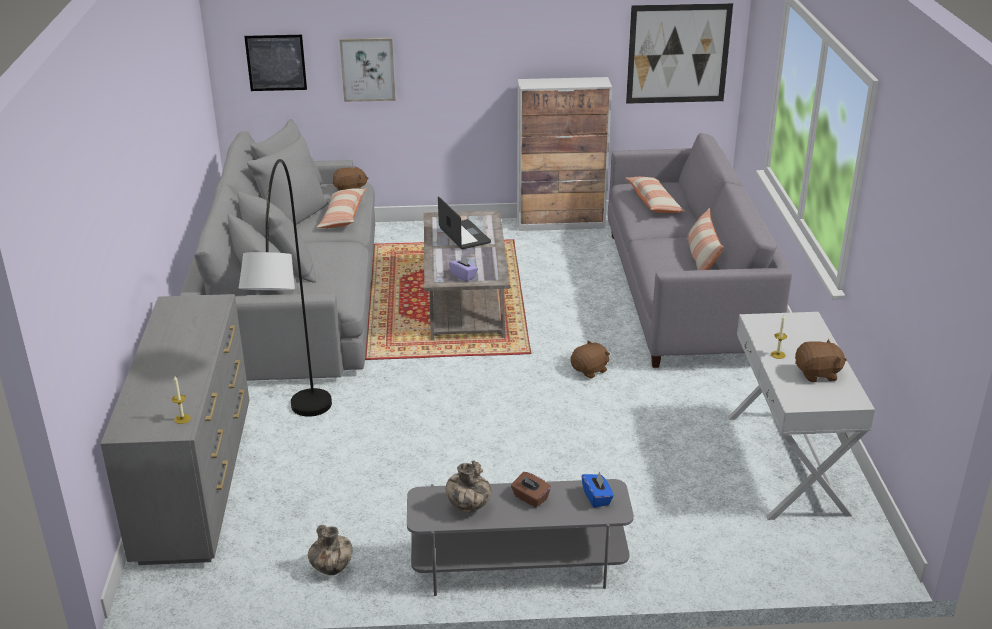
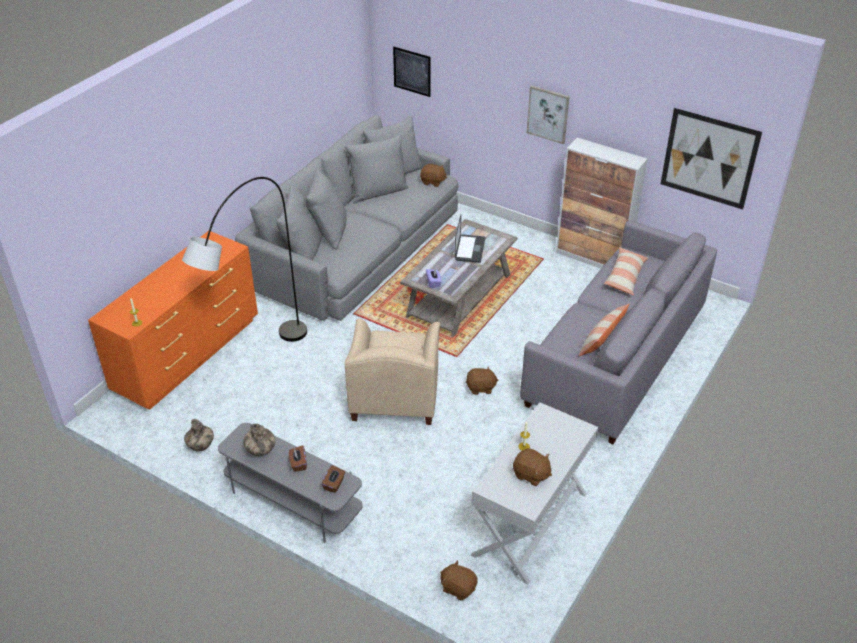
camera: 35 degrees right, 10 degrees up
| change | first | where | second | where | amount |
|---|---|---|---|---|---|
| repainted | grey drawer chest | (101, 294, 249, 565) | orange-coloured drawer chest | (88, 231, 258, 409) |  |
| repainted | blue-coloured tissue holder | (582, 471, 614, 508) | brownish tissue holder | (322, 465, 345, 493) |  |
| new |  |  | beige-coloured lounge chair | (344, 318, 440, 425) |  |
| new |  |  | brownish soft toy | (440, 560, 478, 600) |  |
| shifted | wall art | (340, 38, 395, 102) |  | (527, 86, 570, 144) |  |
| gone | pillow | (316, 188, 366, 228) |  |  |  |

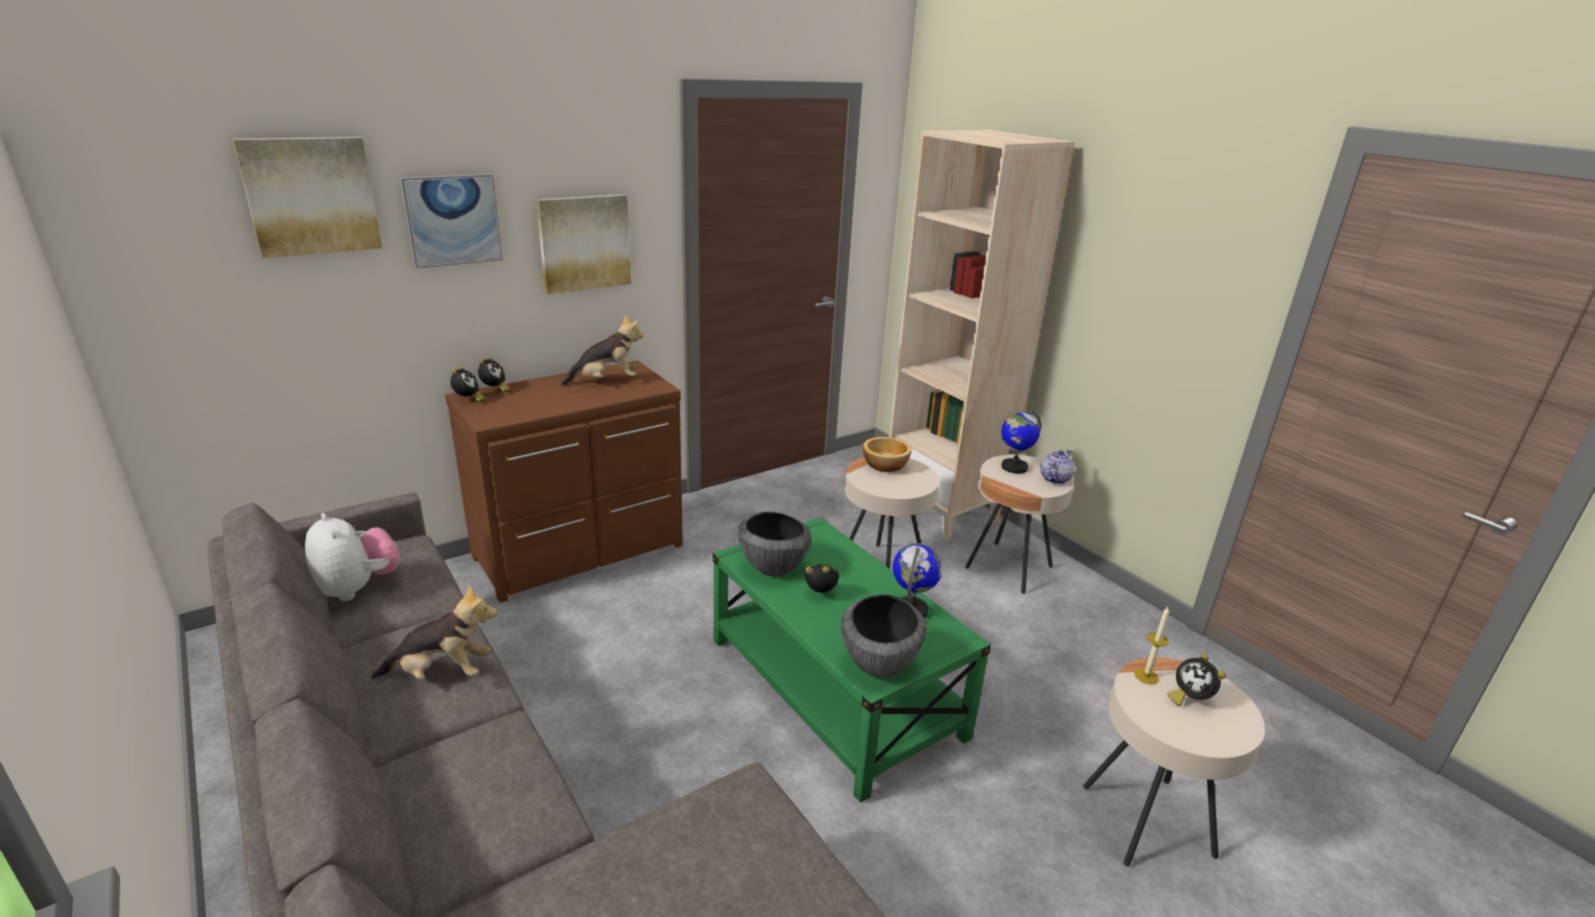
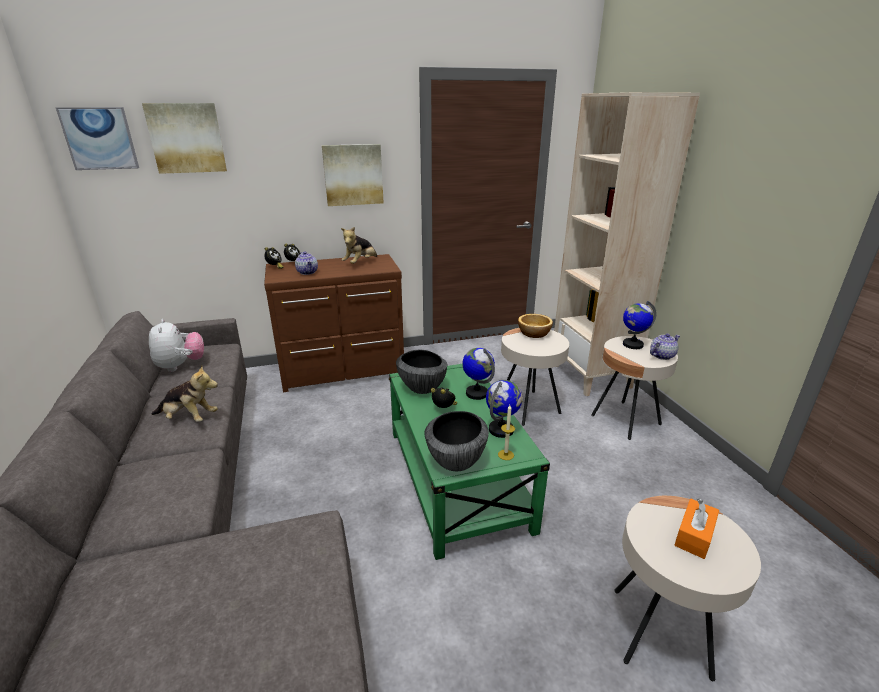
camera: 20 degrees right, 0 degrees up
| change | first | where | second | where | amount |
|---|---|---|---|---|---|
| shifted | wall art | (400, 174, 503, 268) |  | (56, 107, 139, 170) |  |
| new |  |  | teapot | (295, 252, 318, 275) |  |
| rotated | soft toy | (560, 315, 644, 386) |  | (341, 227, 377, 264) | 120 degrees clockwise |
| new |  |  | world globe | (462, 348, 495, 400) |  |
| shifted | wax light | (1134, 607, 1169, 684) |  | (498, 405, 515, 460) |  |
| swapped | bedside clock | (1167, 653, 1226, 706) | orange-coloured tissue holder | (674, 498, 719, 559) |  |

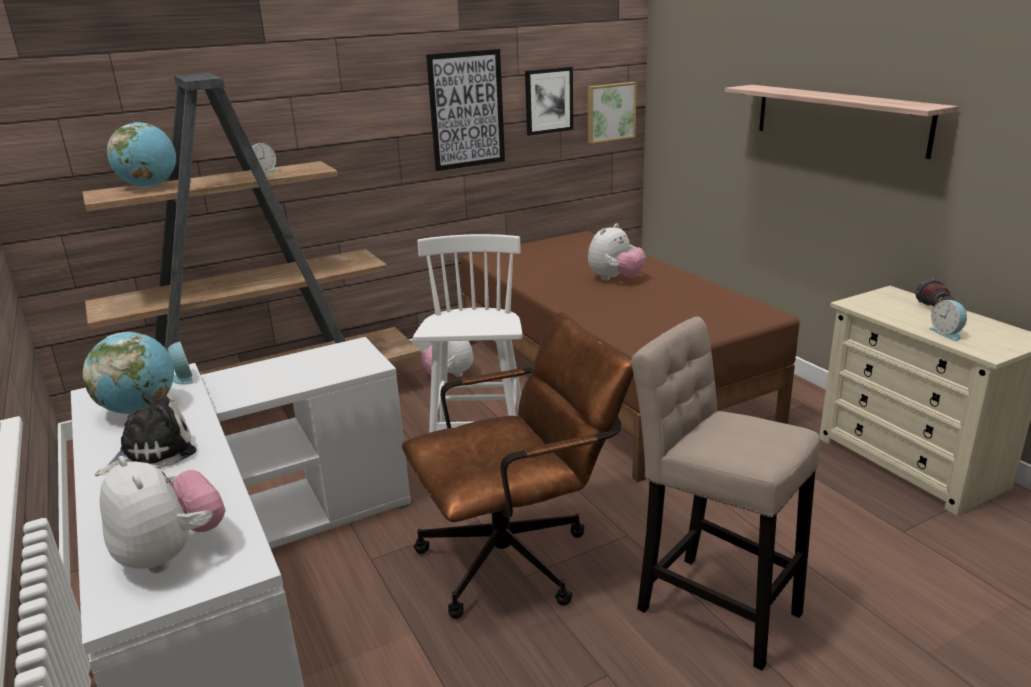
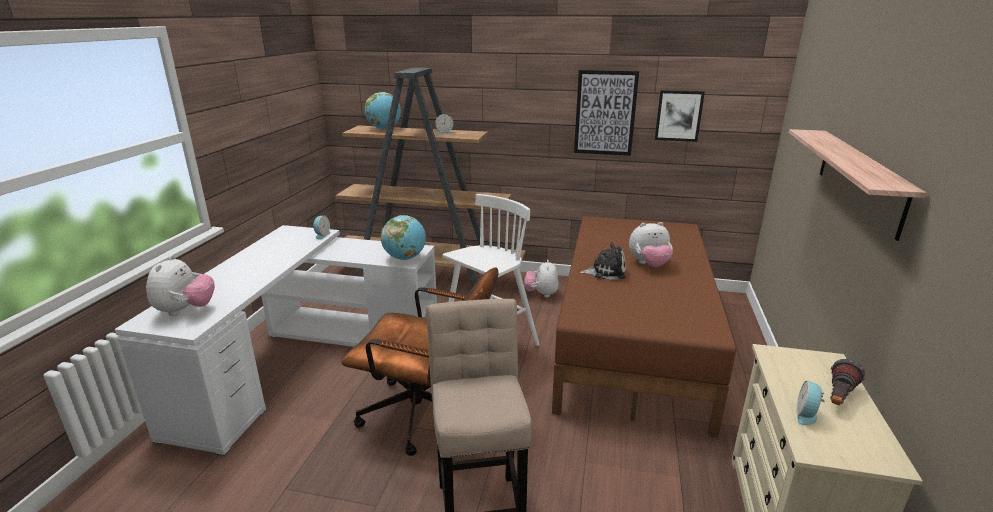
camera: 40 degrees right, 0 degrees up
| change | first | where | second | where | amount |
|---|---|---|---|---|---|
| shifted | world globe | (83, 332, 174, 414) |  | (381, 215, 426, 260) |  |
| shifted | soft toy | (95, 392, 196, 476) |  | (579, 242, 626, 280) |  |
| gone | wall art | (588, 82, 637, 143) |  |  |  |

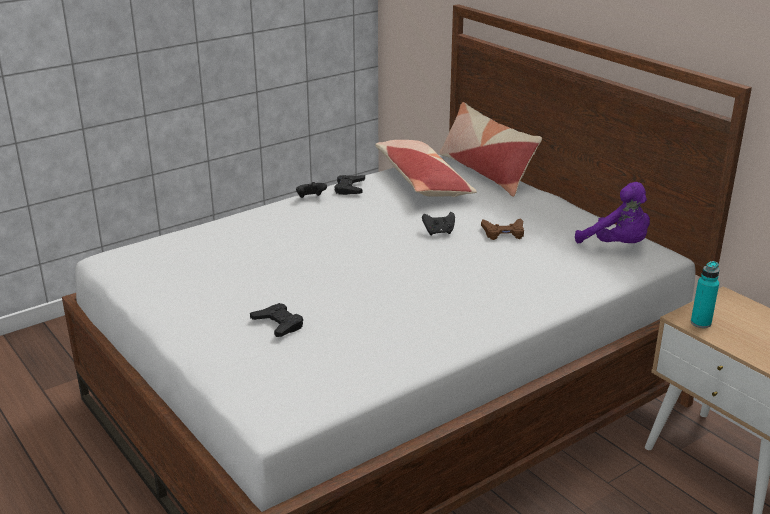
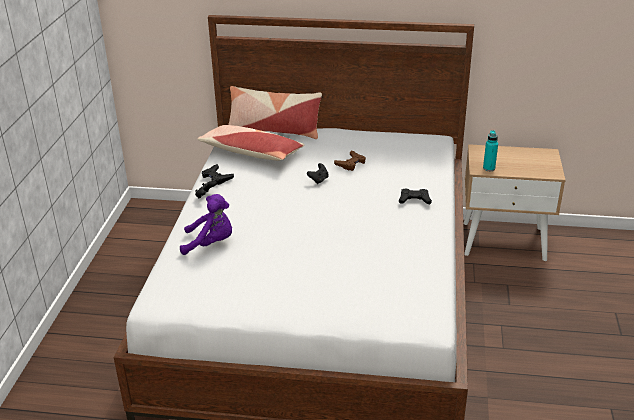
camera: 45 degrees left, 5 degrees up
| change | first | where | second | where | amount |
|---|---|---|---|---|---|
| shifted | purplish soft toy | (575, 182, 650, 243) |  | (180, 194, 232, 255) |  |
| shifted | black-coloured game controller | (250, 303, 303, 337) |  | (399, 189, 432, 204) |  |

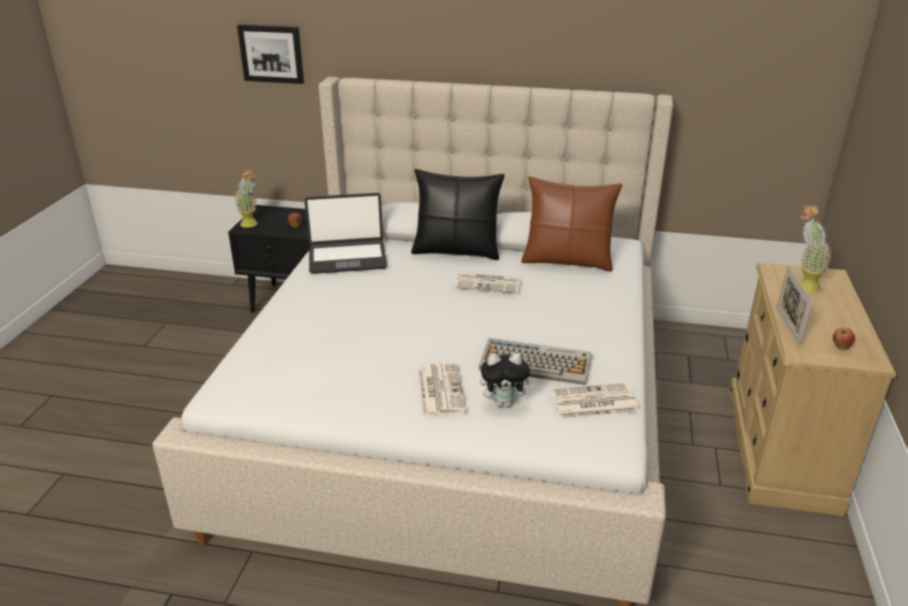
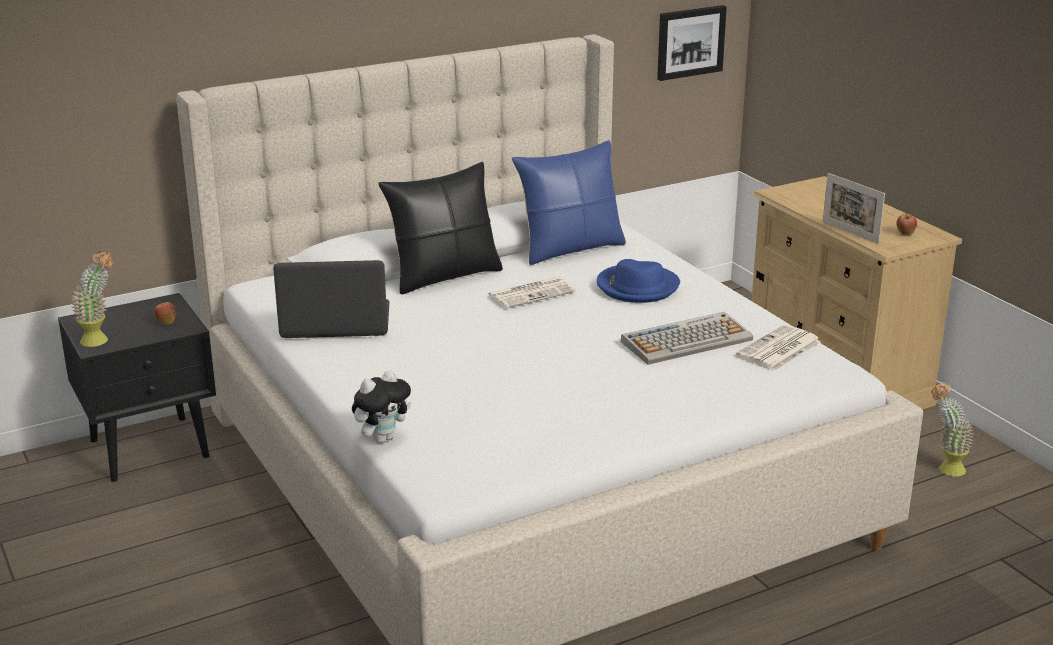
camera: 40 degrees left, 5 degrees down
| change | first | where | second | where | amount |
|---|---|---|---|---|---|
| rotated | portable computer | (304, 193, 387, 274) |  | (273, 260, 389, 338) | 135 degrees counterclockwise |
| shifted | soft toy | (480, 353, 535, 407) |  | (352, 370, 411, 443) |  |
| repainted | brownish pillow | (521, 176, 622, 272) | blue-coloured pillow | (512, 140, 626, 265) |  |
| new |  |  | blue-coloured hat | (597, 259, 680, 303) |  |
| shifted | wall art | (237, 25, 304, 84) |  | (657, 5, 727, 81) |  |
| shifted | potted plant | (800, 205, 832, 293) |  | (931, 382, 974, 476) |  |
| gone | newspaper | (418, 363, 466, 417) |  |  |  |

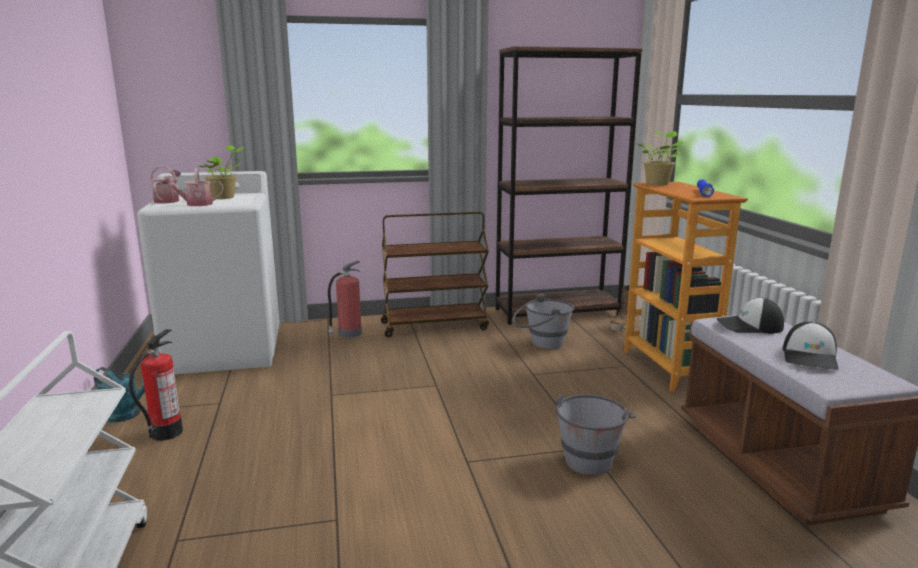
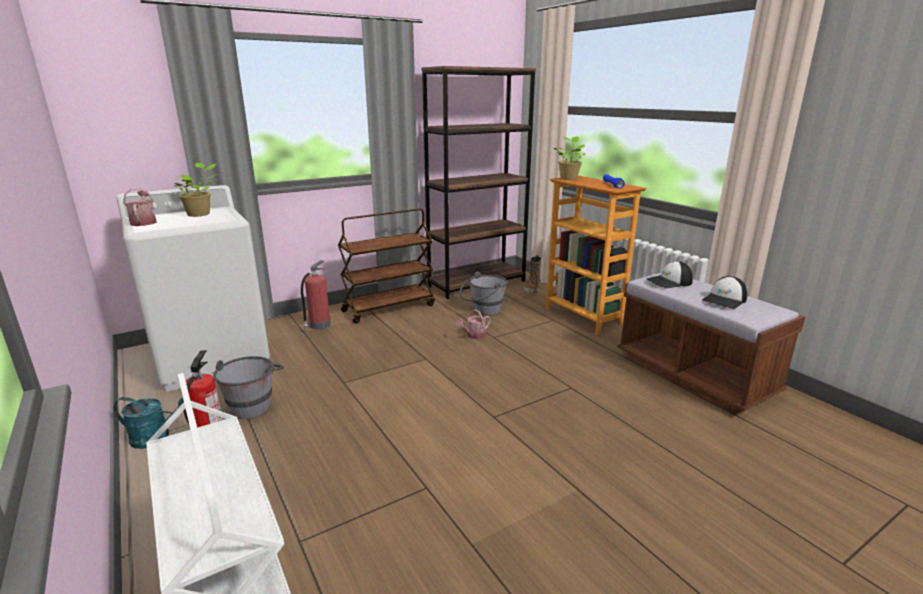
camera: 20 degrees left, 5 degrees up
| change | first | where | second | where | amount |
|---|---|---|---|---|---|
| shifted | grey pail | (556, 394, 636, 475) |  | (213, 356, 284, 419) |  |
| shifted | watering pot | (161, 168, 223, 206) |  | (456, 309, 491, 339) |  |
| rotated | baseball cap | (783, 322, 839, 370) |  | (702, 276, 747, 309) | 45 degrees clockwise |

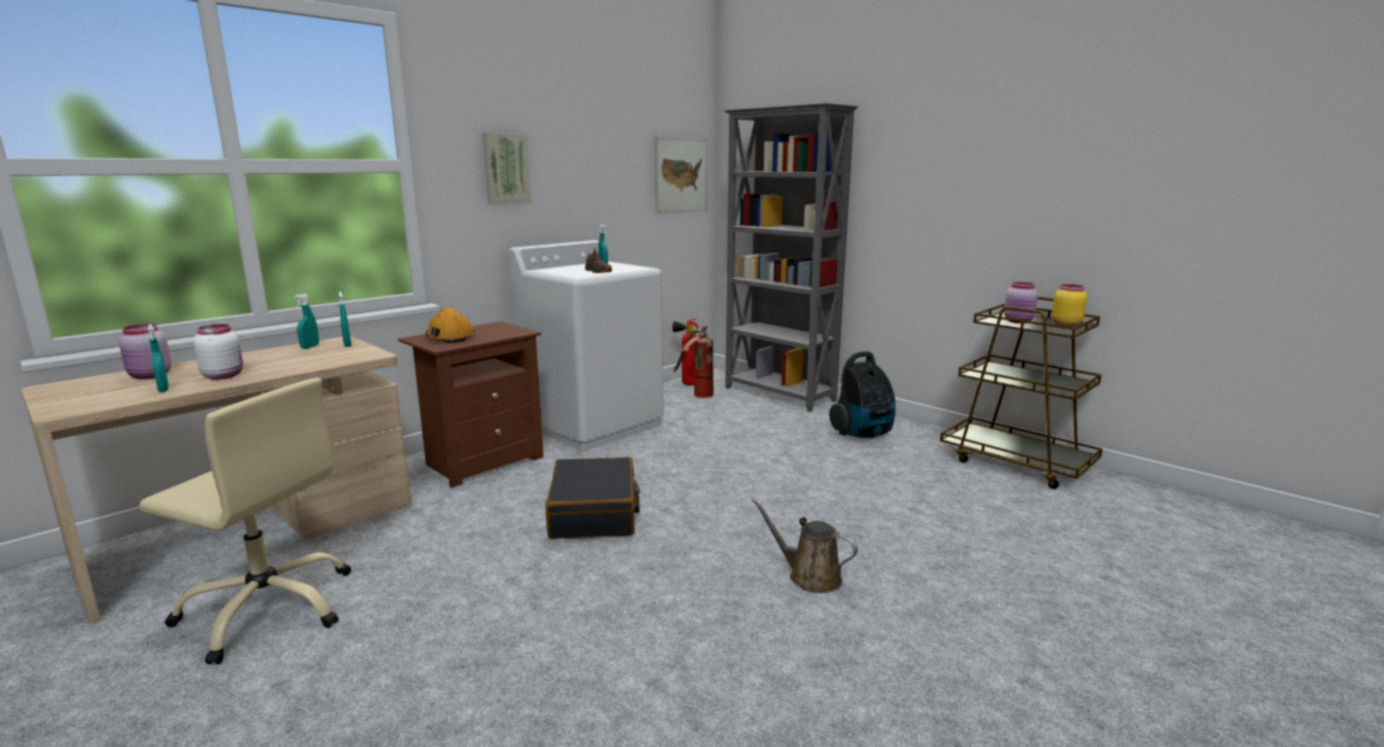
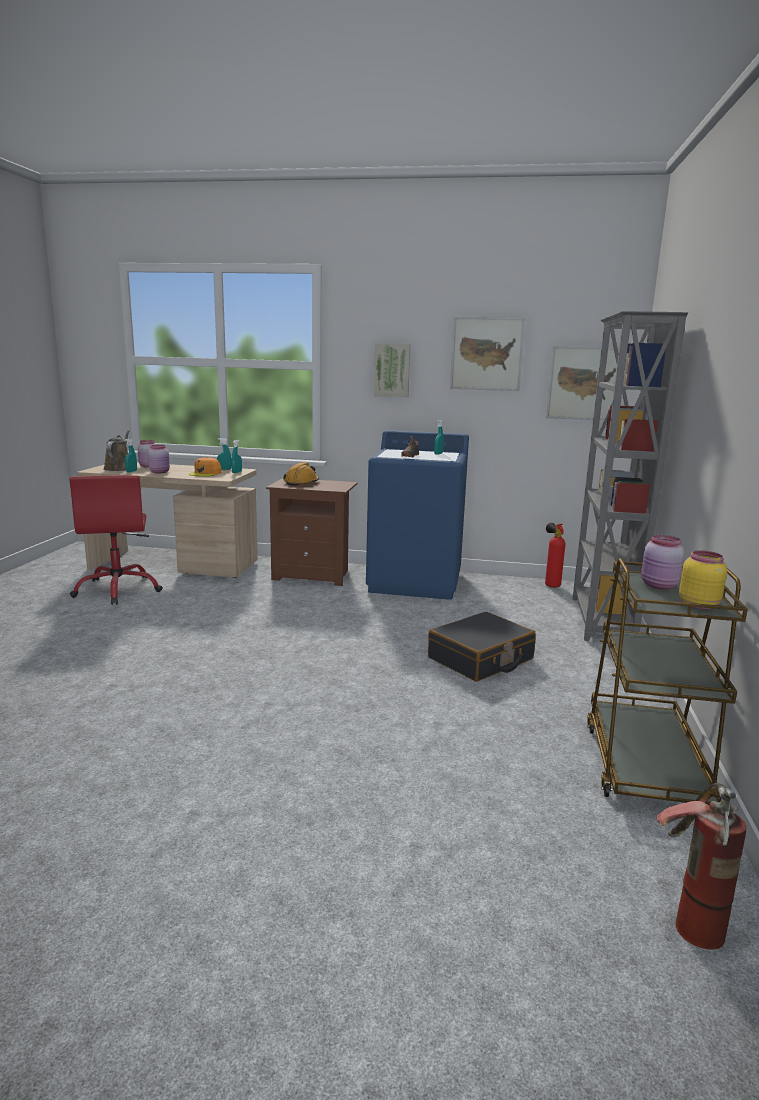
camera: 55 degrees right, 0 degrees up
| change | first | where | second | where | amount |
|---|---|---|---|---|---|
| repainted | beige-coloured office chair | (139, 378, 351, 664) | reddish office chair | (69, 475, 163, 605) |  |
| shifted | brownish watering pot | (752, 499, 858, 593) |  | (103, 430, 130, 471) |  |
| repainted | white-coloured preserve jar | (194, 324, 243, 380) | pink-coloured preserve jar | (148, 445, 170, 473) |  |
| new |  |  | orange-coloured baseball cap | (189, 457, 222, 477) |  |
| repainted | white-coloured washing machine | (509, 240, 664, 451) | blue-coloured washing machine | (366, 430, 469, 600) |  |
| shifted | black-coloured travel case | (546, 457, 640, 539) |  | (428, 612, 536, 681) |  |
| new |  |  | wall art | (450, 317, 525, 391) |  |
| shifted | fire extinguisher | (673, 326, 713, 398) |  | (657, 783, 747, 950) |  |
| gone | hoover | (829, 351, 896, 438) |  |  |  |

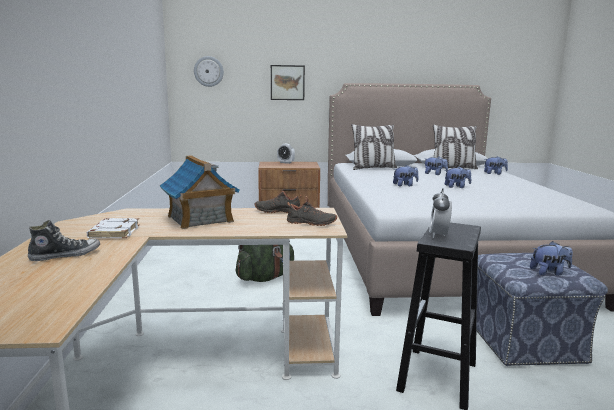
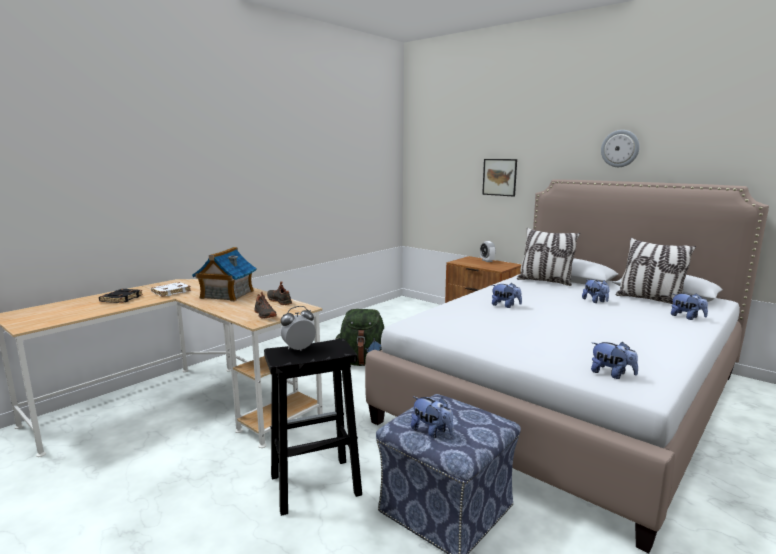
camera: 45 degrees right, 0 degrees up
| change | first | where | second | where | amount |
|---|---|---|---|---|---|
| swapped | low shoe | (28, 220, 100, 261) | black-coloured book | (99, 289, 143, 303) |  |
| shifted | soft toy | (445, 167, 471, 188) |  | (591, 342, 638, 379) |  |
| shifted | hanging clock | (194, 56, 224, 87) |  | (601, 130, 640, 167) |  |

